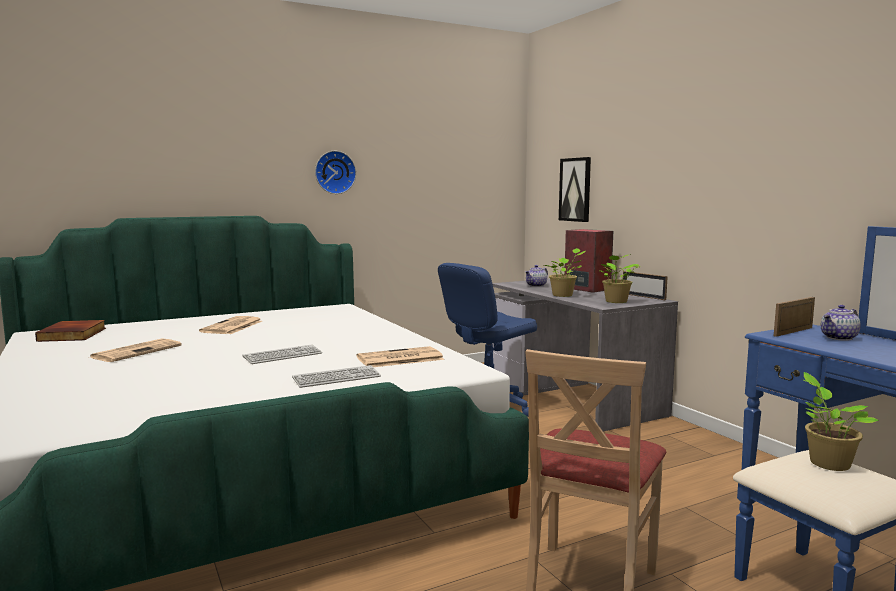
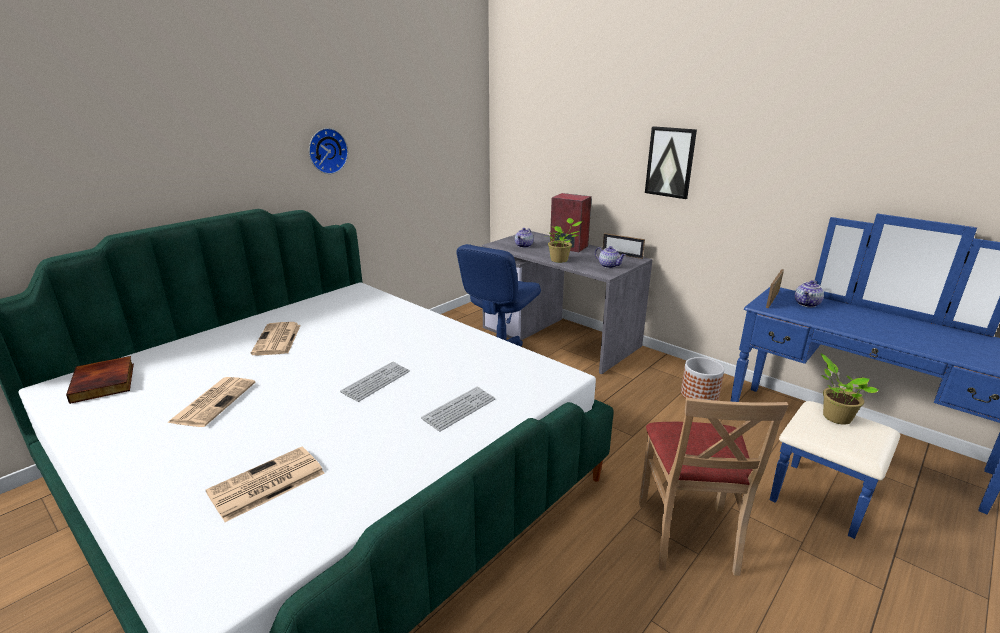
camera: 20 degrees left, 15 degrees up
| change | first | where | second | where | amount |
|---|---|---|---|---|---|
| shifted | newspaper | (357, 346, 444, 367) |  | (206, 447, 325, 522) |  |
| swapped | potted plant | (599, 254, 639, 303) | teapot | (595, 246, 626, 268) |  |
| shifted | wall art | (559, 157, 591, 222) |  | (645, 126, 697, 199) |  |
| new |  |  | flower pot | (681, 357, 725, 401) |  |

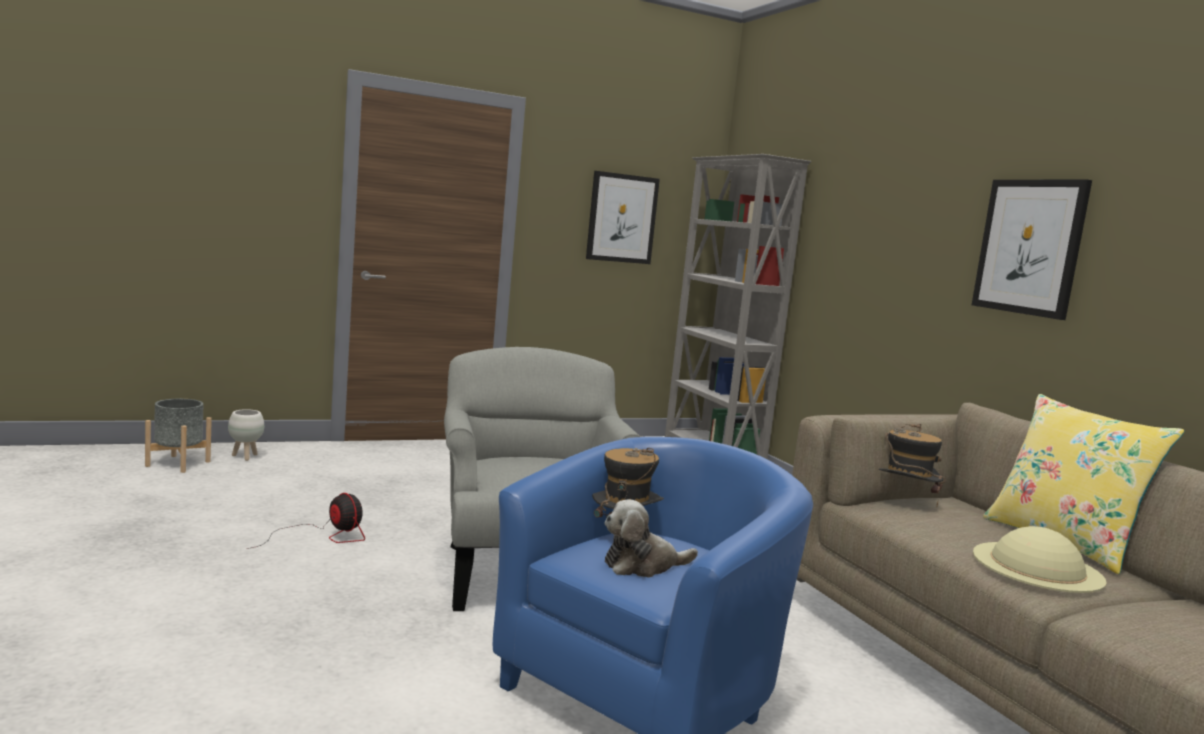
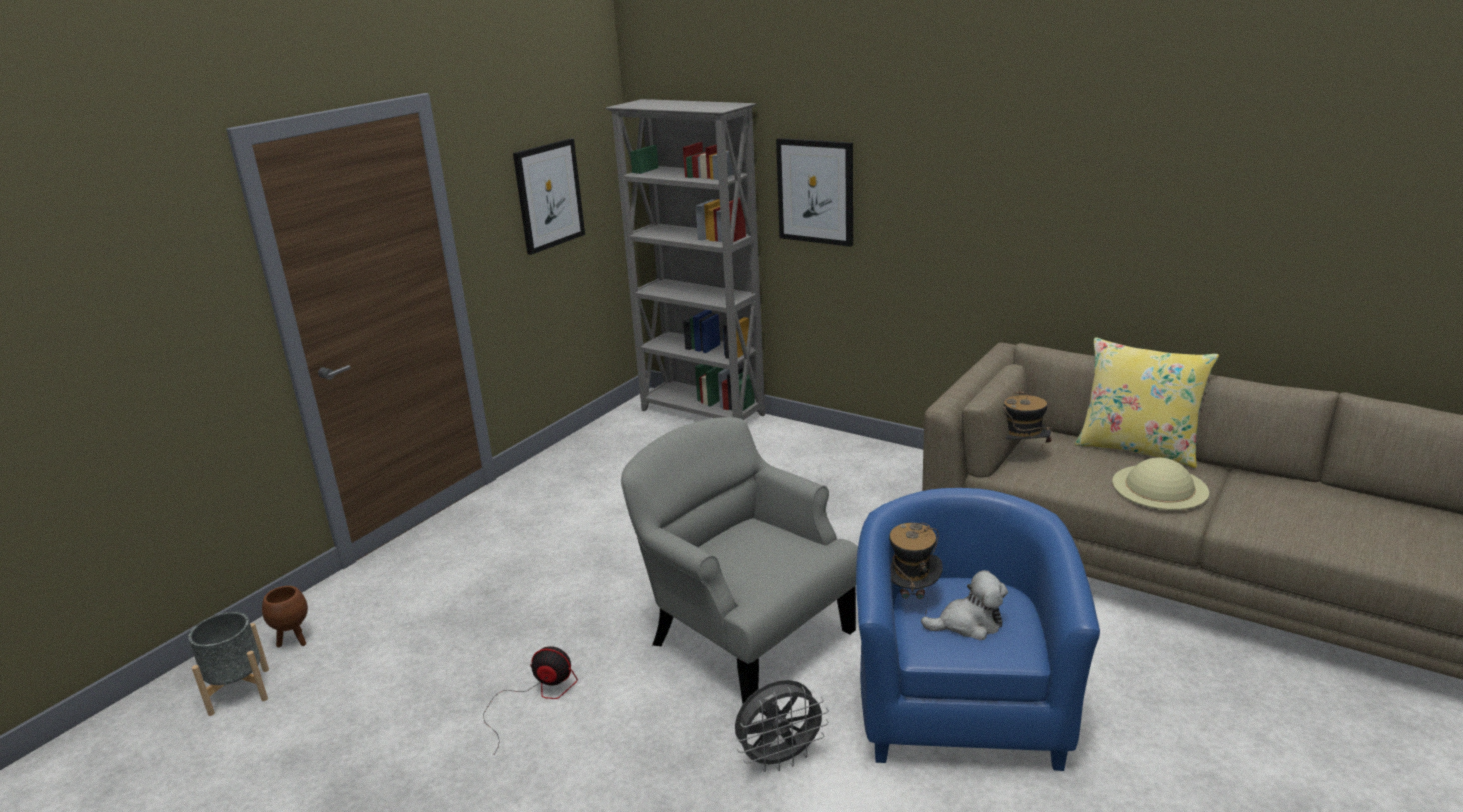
camera: 30 degrees left, 15 degrees up
| change | first | where | second | where | amount |
|---|---|---|---|---|---|
| repainted | white-coloured flower pot | (228, 409, 264, 461) | brownish flower pot | (262, 586, 308, 647) |  |
| new |  |  | grey fan | (735, 680, 829, 772) |  |
| shifted | wall art | (972, 180, 1092, 320) |  | (776, 138, 853, 247) |  |
| rotated | soft toy | (604, 500, 698, 578) |  | (921, 570, 1008, 640) | 135 degrees counterclockwise |

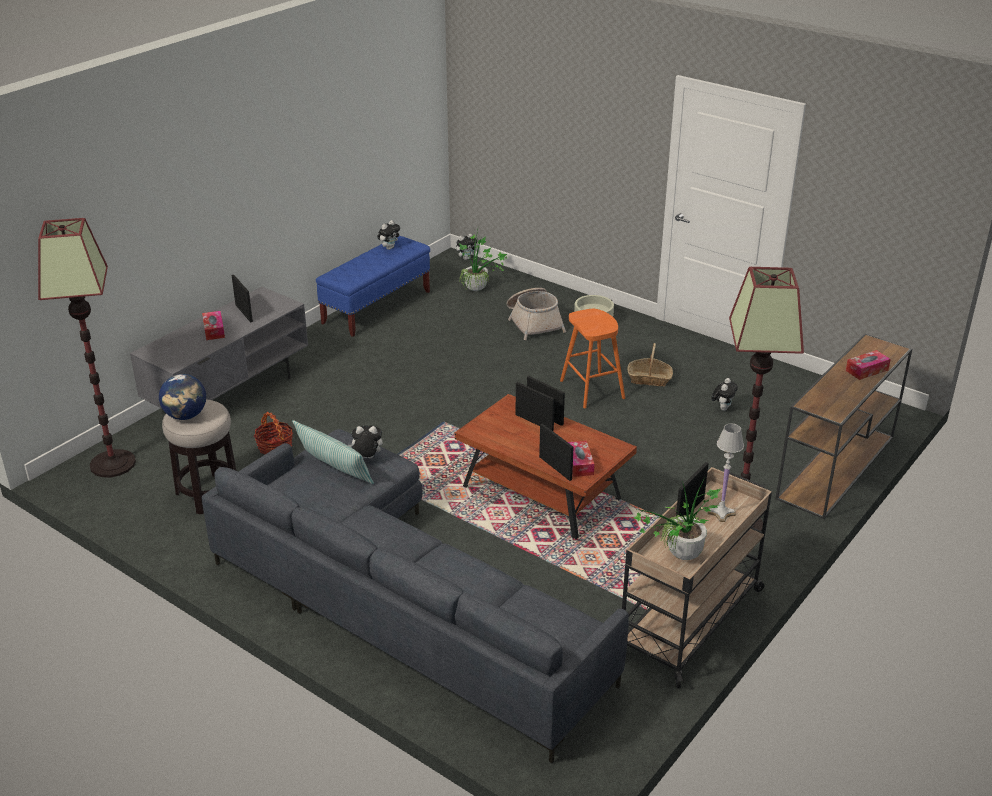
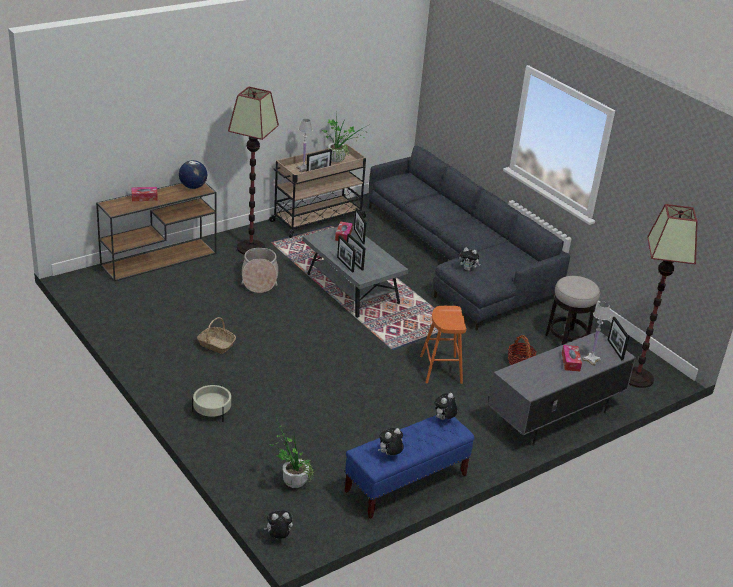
camera: 165 degrees left, 0 degrees up
| change | first | where | second | where | amount |
|---|---|---|---|---|---|
| shifted | world globe | (159, 374, 206, 420) |  | (179, 160, 207, 189) |  |
| shifted | storage basket | (507, 288, 566, 340) |  | (241, 248, 278, 293) |  |
| repainted | brownish coffee table | (455, 394, 637, 539) | grey coffee table | (302, 226, 408, 318) |  |
| shifted | orange-coloured sitting stool | (560, 309, 625, 408) |  | (420, 306, 467, 384) |  |
| shifted | soft toy | (711, 378, 738, 411) |  | (435, 393, 458, 420) |  |
| new |  |  | white-coloured lamp for a table | (582, 302, 611, 365) |  |
| shifted | standing frame | (232, 275, 253, 323) |  | (608, 317, 629, 360) |  |
| gone | pillow | (292, 420, 374, 484) |  |  |  |

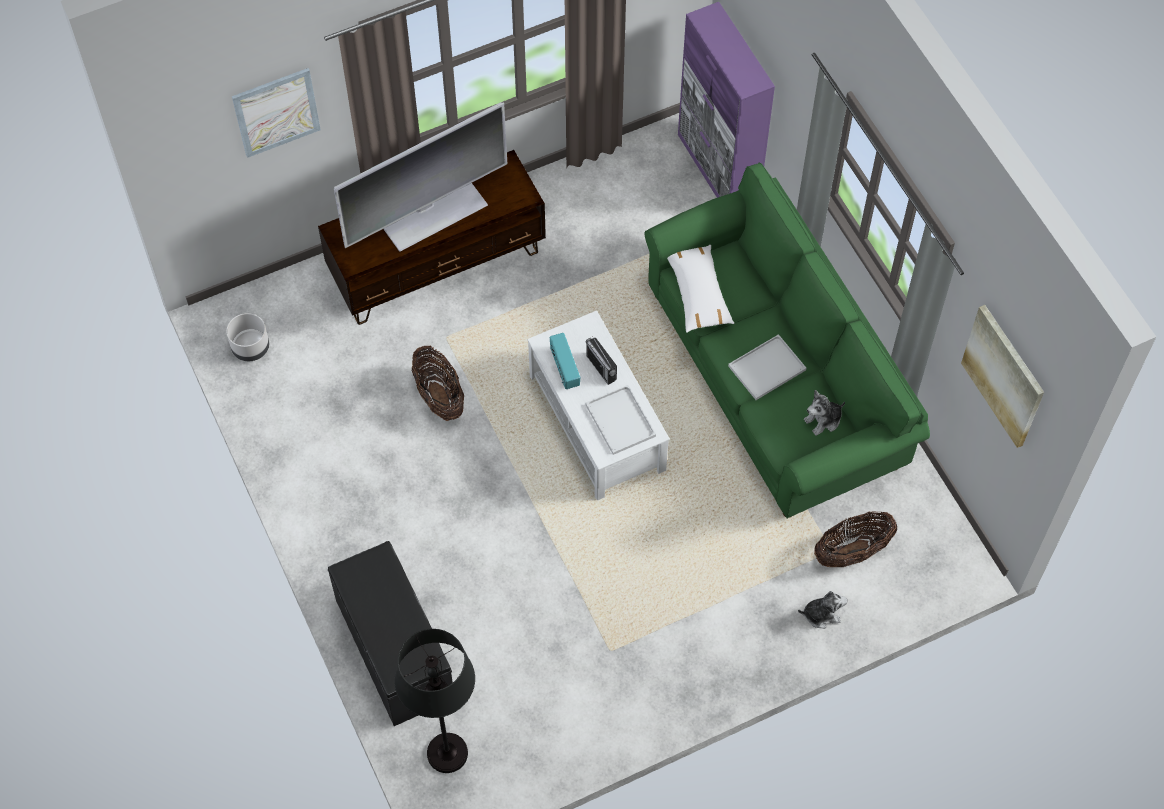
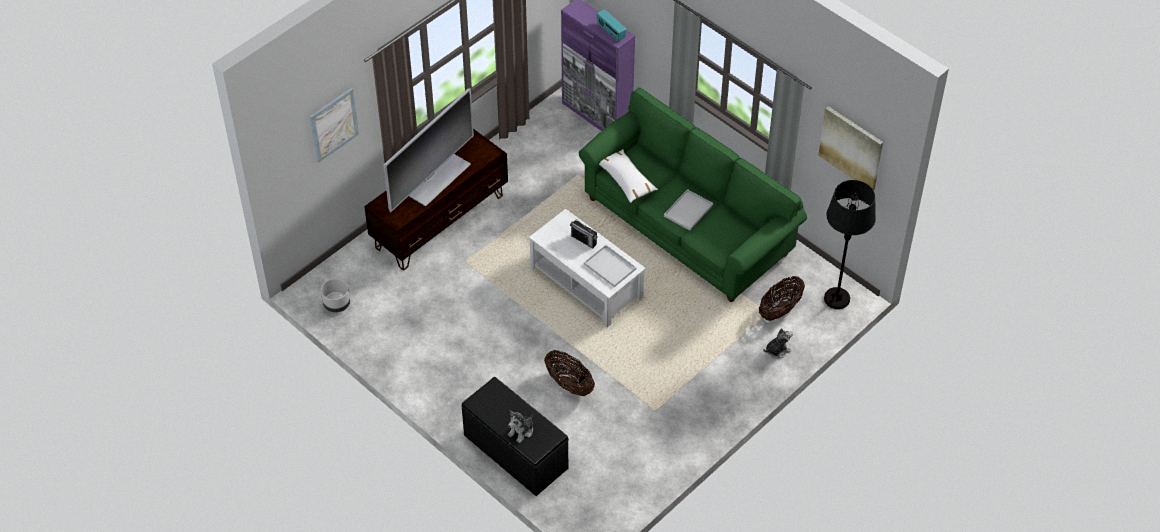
camera: 20 degrees left, 10 degrees down
| change | first | where | second | where | amount |
|---|---|---|---|---|---|
| shifted | soft toy | (804, 390, 845, 436) |  | (508, 410, 533, 443) |  |
| shifted | storage basket | (412, 346, 464, 421) |  | (544, 350, 595, 396) |  |
| shifted | radio receiver | (550, 333, 580, 389) |  | (597, 9, 626, 41) |  |
| shifted | black-coloured standard lamp | (395, 629, 475, 773) |  | (824, 180, 876, 309) |  |

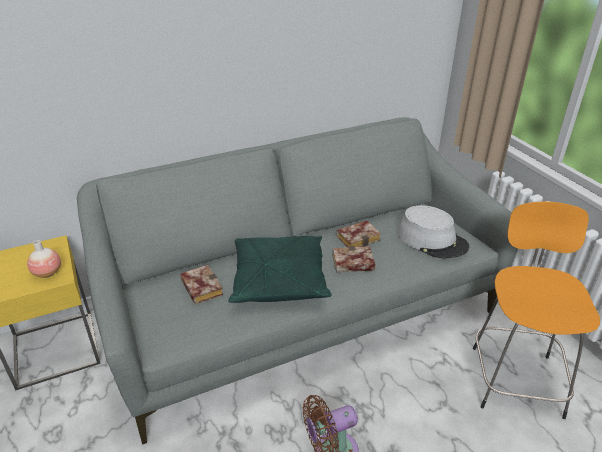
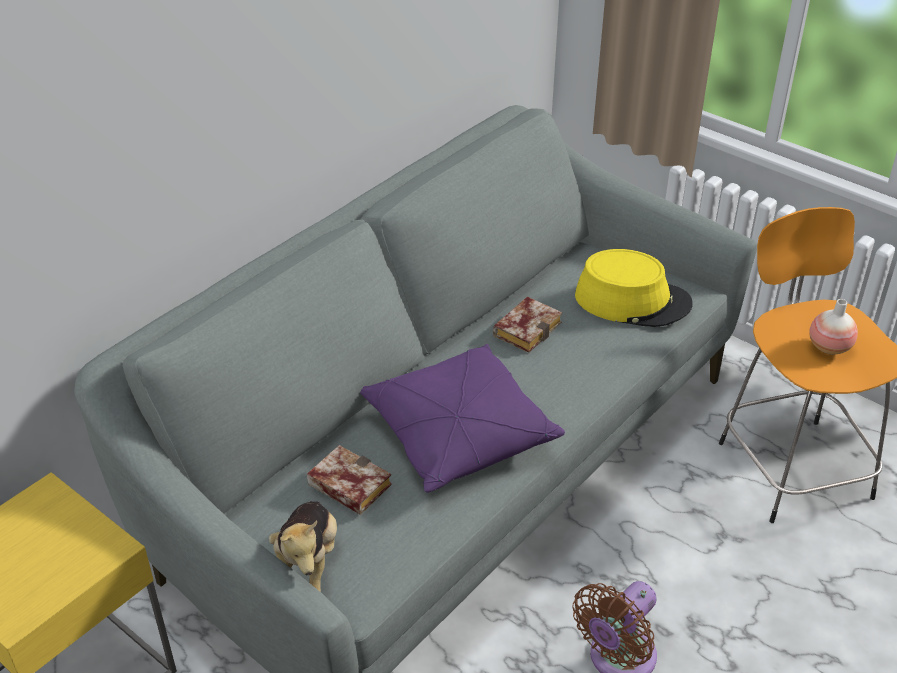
camera: 25 degrees left, 5 degrees up
| change | first | where | second | where | amount |
|---|---|---|---|---|---|
| new |  |  | soft toy | (269, 501, 337, 592) |  |
| repainted | green-coloured pillow | (228, 236, 332, 303) | purplish pillow | (360, 344, 565, 493) |  |
| repainted | grey hat | (398, 205, 469, 258) | yellowish hat | (575, 249, 693, 327) |  |
| shifted | vase | (27, 240, 61, 278) |  | (809, 299, 858, 355) |  |
| gone | book | (333, 246, 376, 273) |  |  |  |

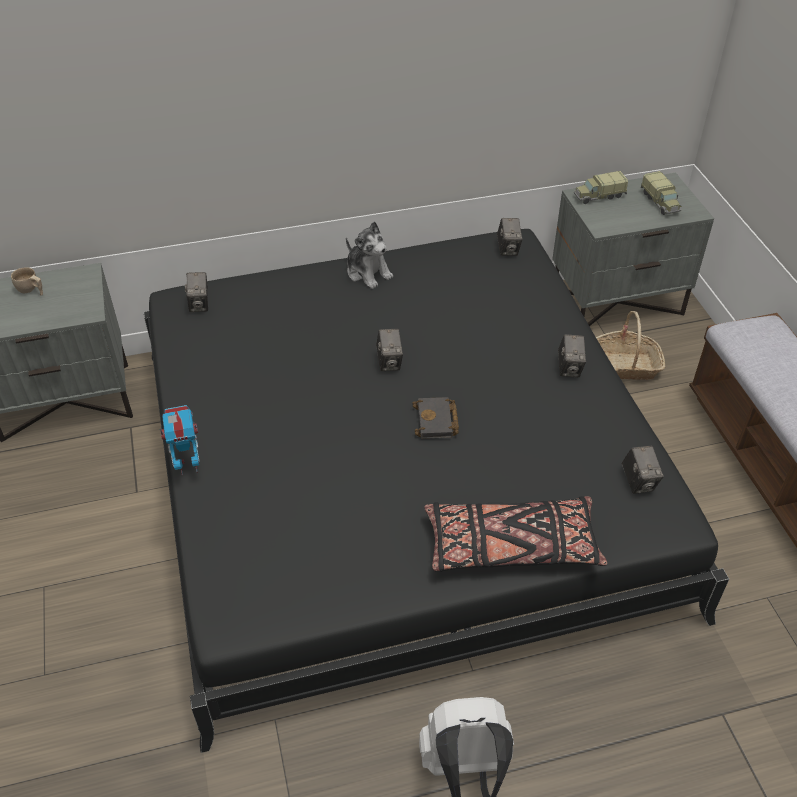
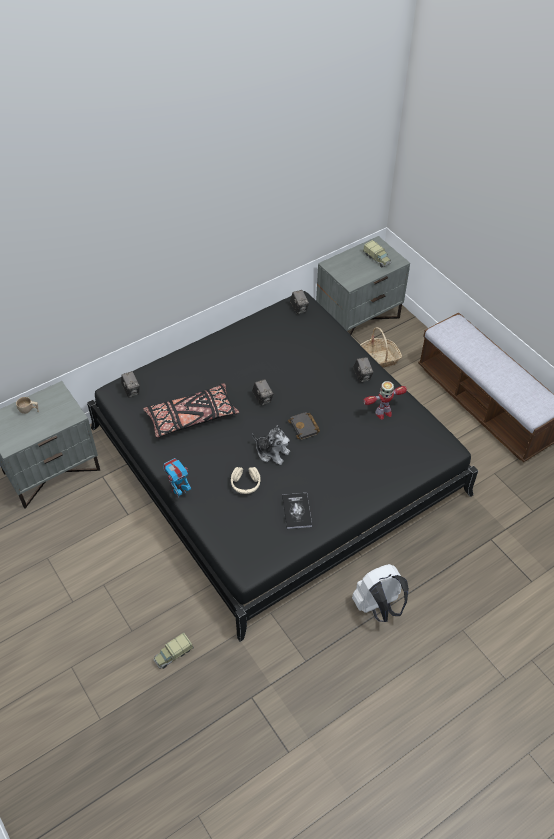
camera: 20 degrees left, 5 degrees up
| change | first | where | second | where | amount |
|---|---|---|---|---|---|
| shifted | black-coloured pillow | (424, 496, 607, 572) |  | (143, 383, 239, 438) |  |
| shifted | toy truck | (574, 171, 628, 204) |  | (154, 633, 194, 669) |  |
| new |  |  | beige-coloured pair of headphones | (231, 467, 261, 494) |  |
| shifted | soft toy | (346, 222, 393, 289) |  | (252, 425, 290, 465) |  |
| new |  |  | book | (282, 493, 312, 529) |  |
| new |  |  | toy robot | (363, 381, 407, 419) |  |
| gone | still camera | (622, 446, 664, 494) |  |  |  |

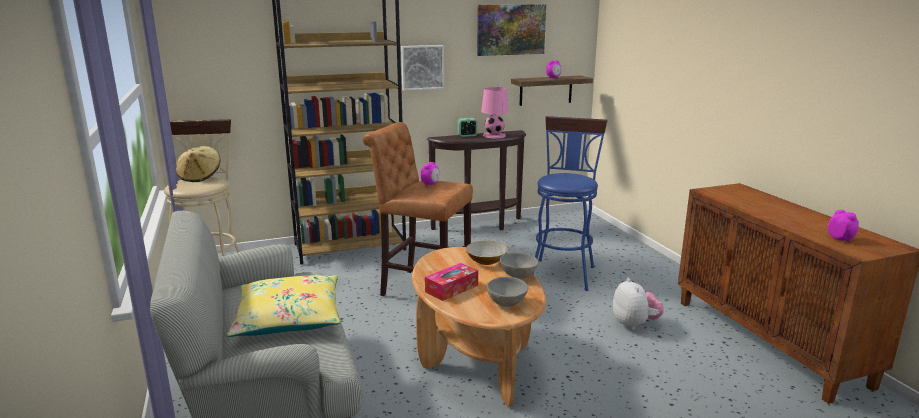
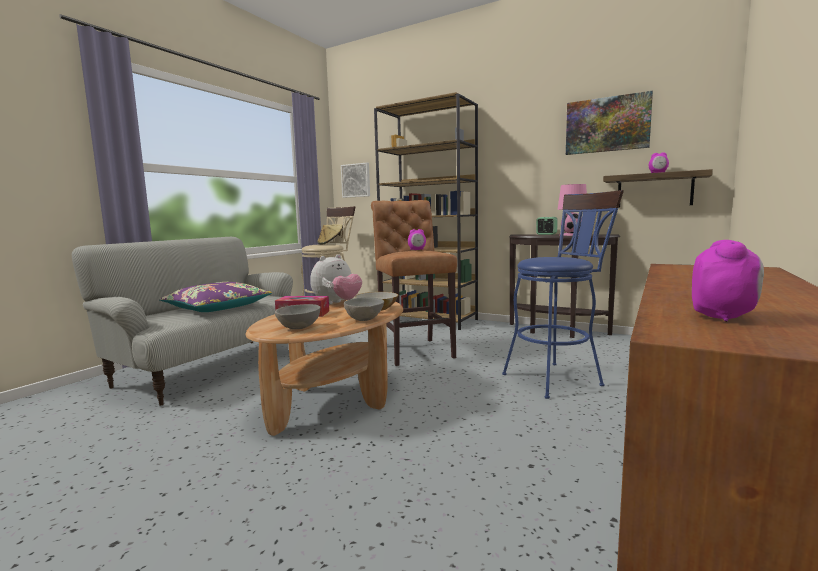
camera: 50 degrees right, 10 degrees down
| change | first | where | second | where | amount |
|---|---|---|---|---|---|
| repainted | yellowish pillow | (227, 275, 340, 337) | purplish pillow | (159, 282, 272, 312) |  |
| shifted | soft toy | (613, 278, 663, 330) |  | (310, 254, 362, 304) |  |
| shifted | wall art | (401, 45, 444, 91) |  | (341, 163, 370, 198) |  |

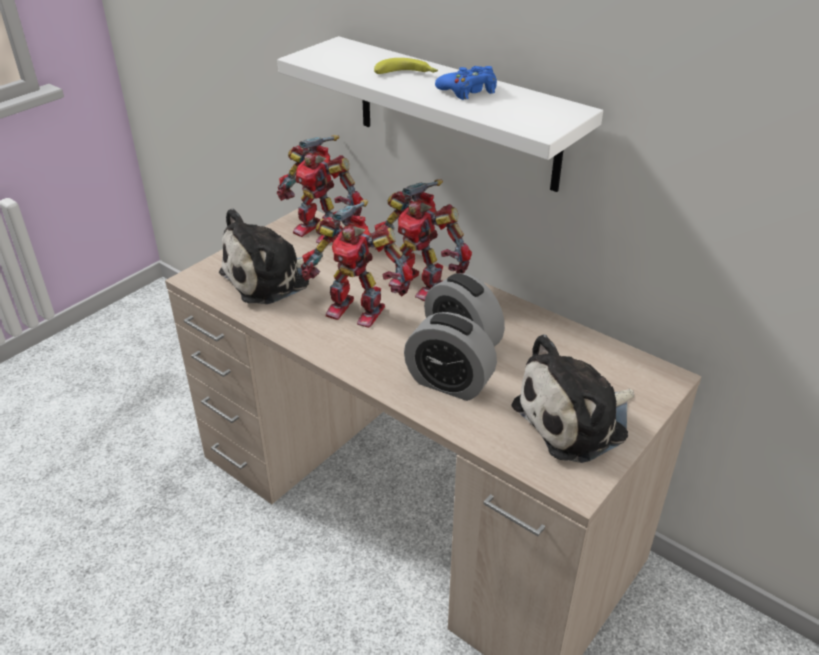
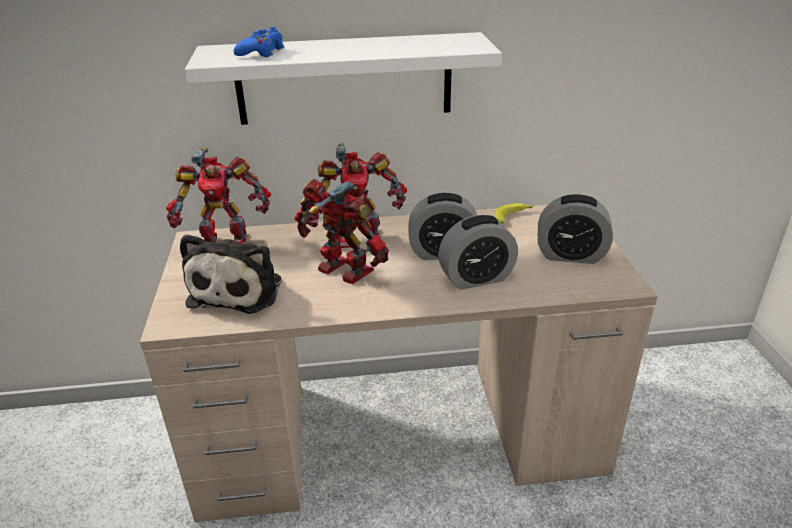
camera: 45 degrees left, 5 degrees down
| change | first | where | second | where | amount |
|---|---|---|---|---|---|
| shifted | blue-coloured game controller | (435, 66, 497, 100) |  | (233, 26, 285, 57) |  |
| rotated | toy robot | (301, 200, 413, 328) |  | (294, 179, 389, 284) | 120 degrees counterclockwise |
| shifted | whole banana | (374, 58, 438, 74) |  | (494, 203, 534, 224) |  |
| swapped | soft toy | (512, 335, 634, 463) | bedside clock | (538, 194, 613, 264) |  |

